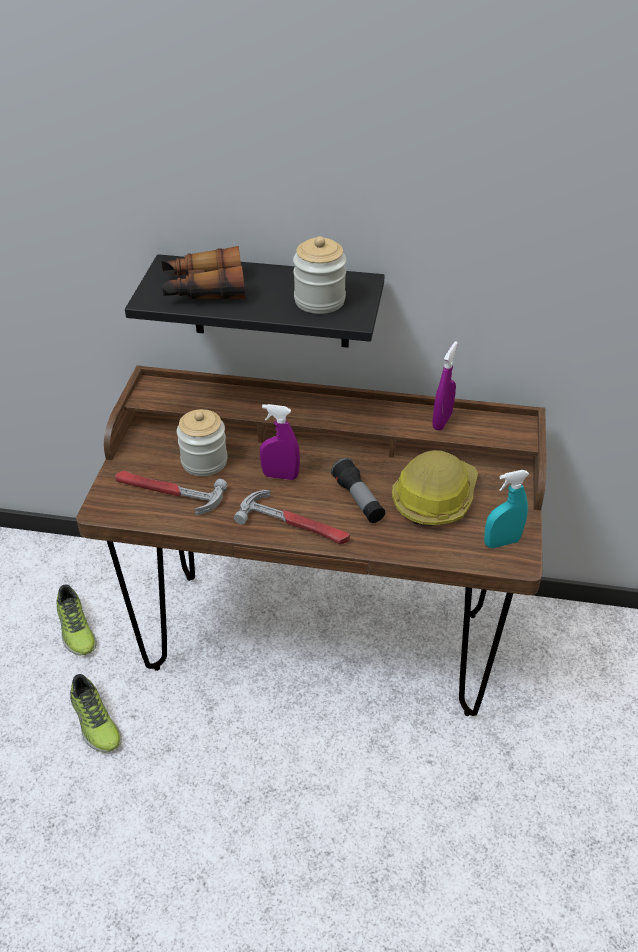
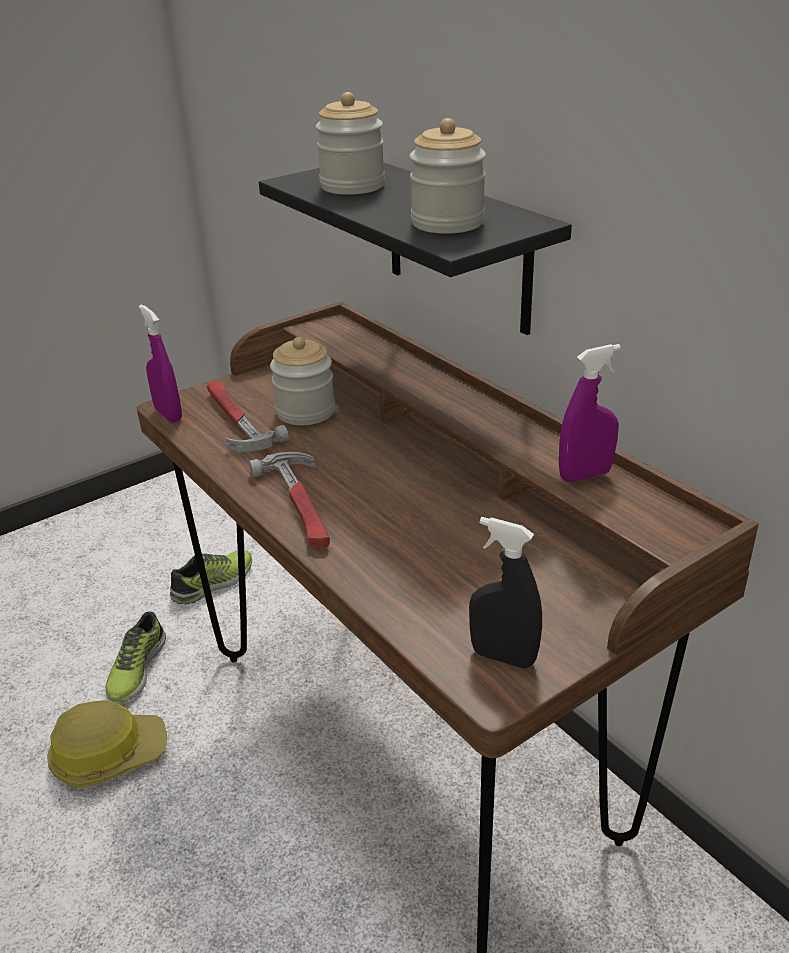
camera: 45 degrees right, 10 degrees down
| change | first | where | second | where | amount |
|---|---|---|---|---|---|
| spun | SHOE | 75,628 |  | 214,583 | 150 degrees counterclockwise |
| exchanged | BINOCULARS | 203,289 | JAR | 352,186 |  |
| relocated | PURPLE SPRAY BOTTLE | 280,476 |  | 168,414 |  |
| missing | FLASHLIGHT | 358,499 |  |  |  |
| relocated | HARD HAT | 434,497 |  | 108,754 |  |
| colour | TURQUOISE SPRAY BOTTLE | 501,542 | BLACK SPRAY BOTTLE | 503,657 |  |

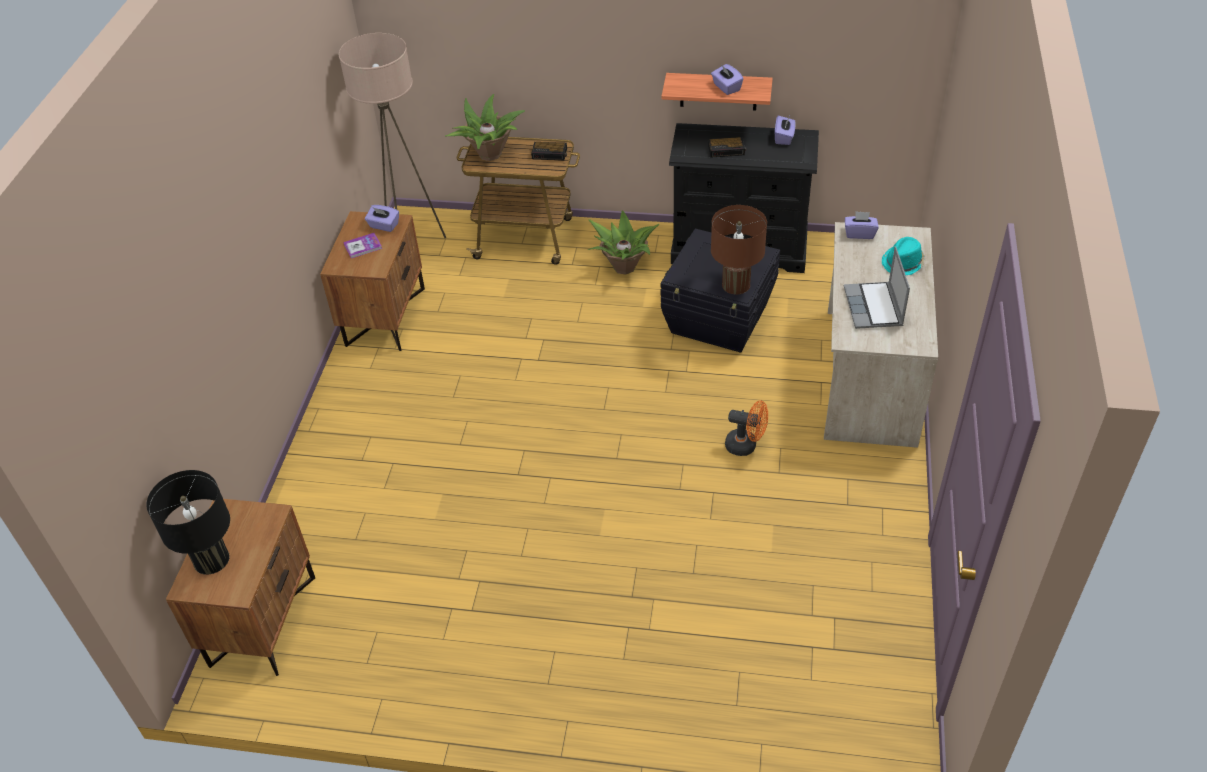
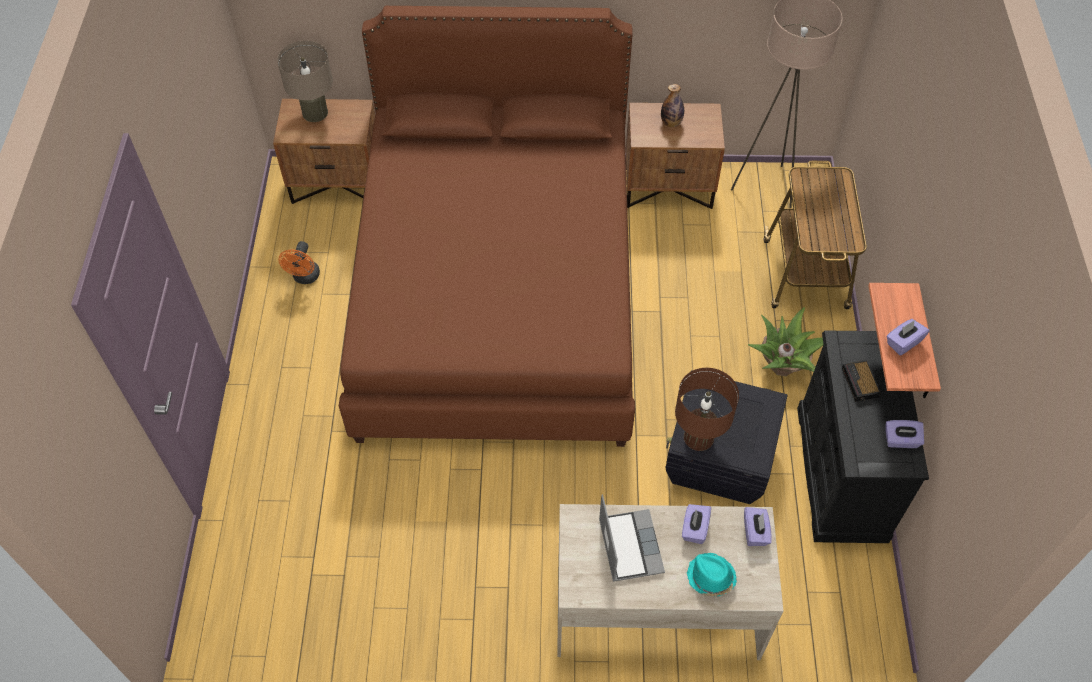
camera: 80 degrees right, 10 degrees up
| change | first | where | second | where | amount |
|---|---|---|---|---|---|
| colour | BLACK TABLE LAMP | 211,560 | BEIGE TABLE LAMP | 315,113 |  |
| exchanged | BOOK | 363,246 | BOTTLE | 671,123 |  |
| relocated | PURPLE TISSUE BOX | 384,226 |  | 694,529 |  |
| missing | POTTED PLANT | 490,154 |  |  |  |
| missing | ALARM CLOCK | 550,153 |  |  |  |
| relocated | ORANGE FAN | 746,446 |  | 305,278 |  |
| spun | LAPTOP | 874,307 |  | 629,545 | 90 degrees clockwise |
| appeared |  |  | BROWN BED | 497,293 |  |

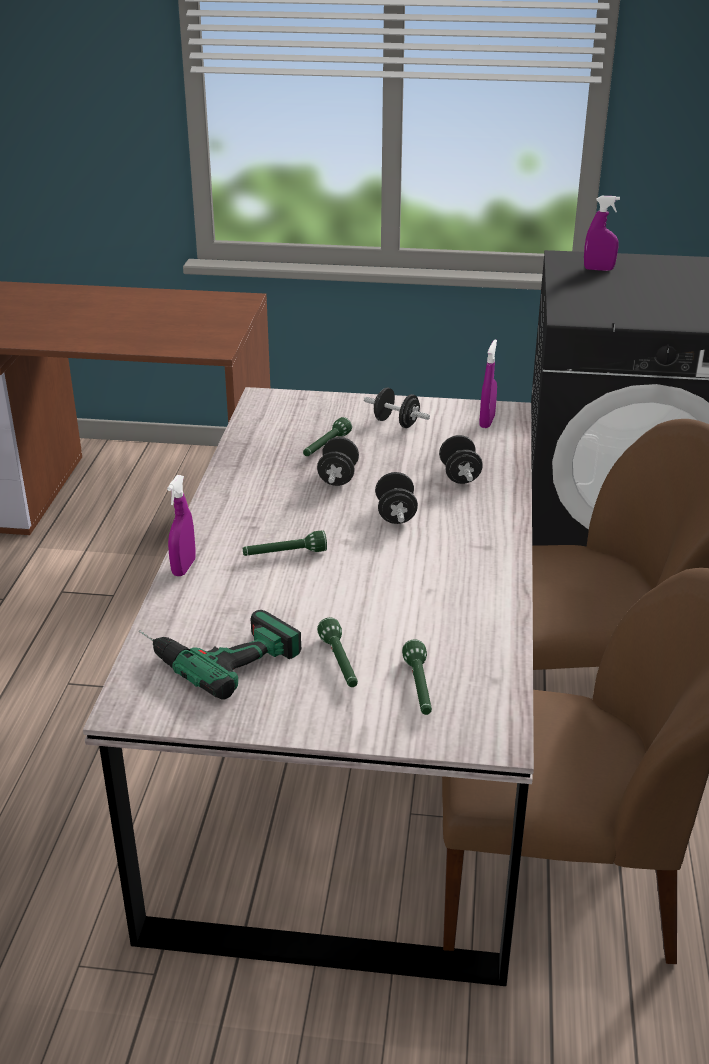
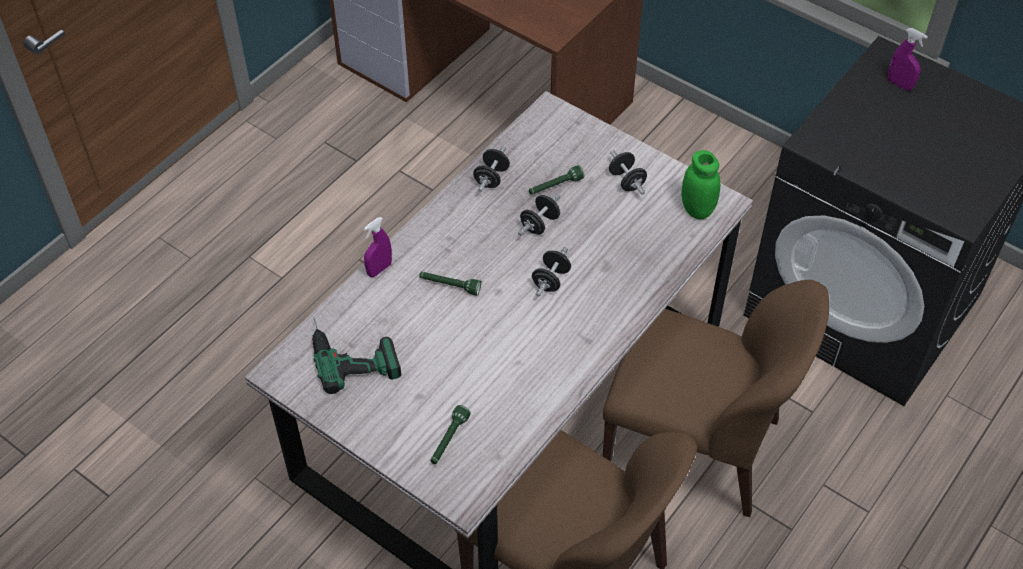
camera: 30 degrees right, 20 degrees up
| change | first | where | second | where | amount |
|---|---|---|---|---|---|
| missing | GREEN FLASHLIGHT | 340,663 |  |  |  |
| relocated | BLACK DUMBBELL | 459,475 |  | 491,178 |  |
| exchanged | PURPLE SPRAY BOTTLE | 487,422 | GREEN JAR | 697,209 |  |

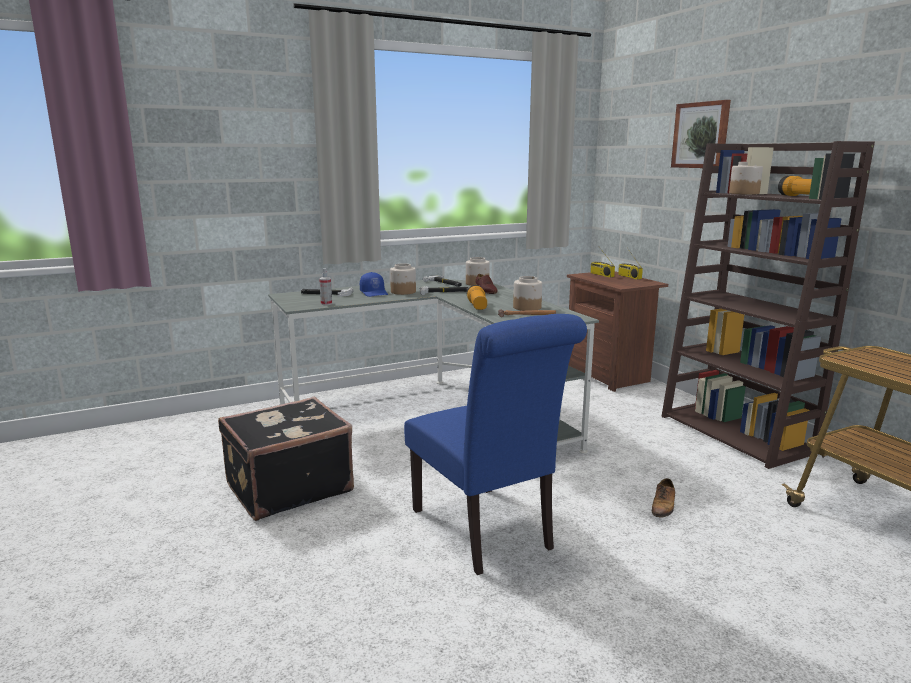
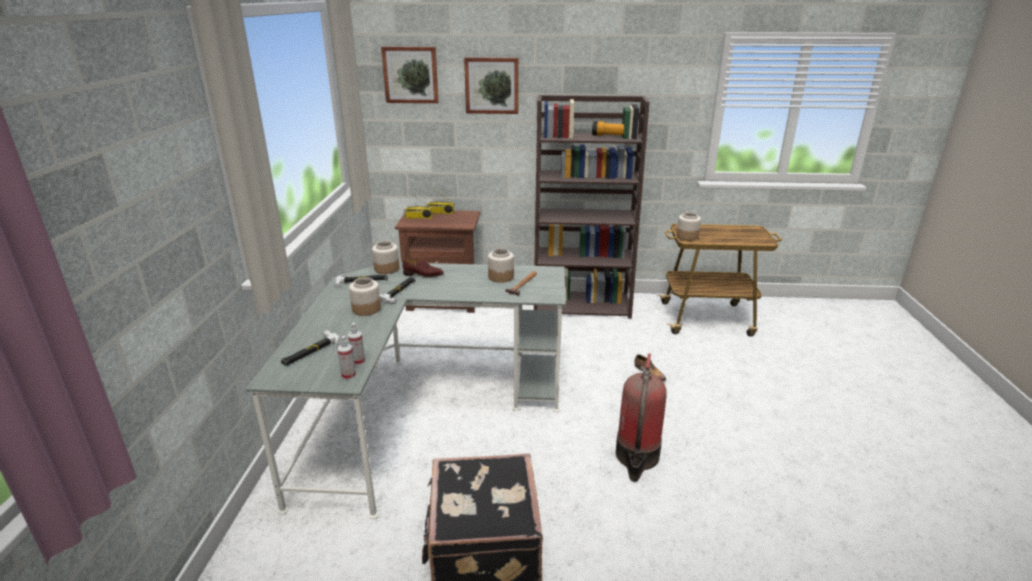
camera: 60 degrees left, 10 degrees up
| change | first | where | second | where | amount |
|---|---|---|---|---|---|
| missing | BLUE CAP | 374,293 |  |  |  |
| exchanged | BLUE CHAIR | 486,532 | FIRE EXTINGUISHER | 637,457 |  |
| missing | FLASHLIGHT | 477,307 |  |  |  |
| relocated | JAR | 743,193 |  | 687,236 |  |
| appeared |  |  | SPRAY BOTTLE | 348,375 |  |
| appeared |  |  | PICTURE | 411,74 |  |

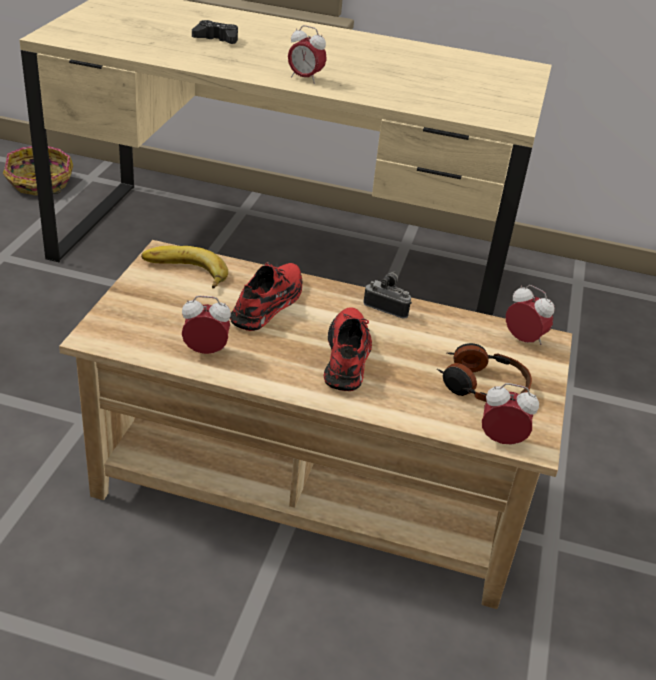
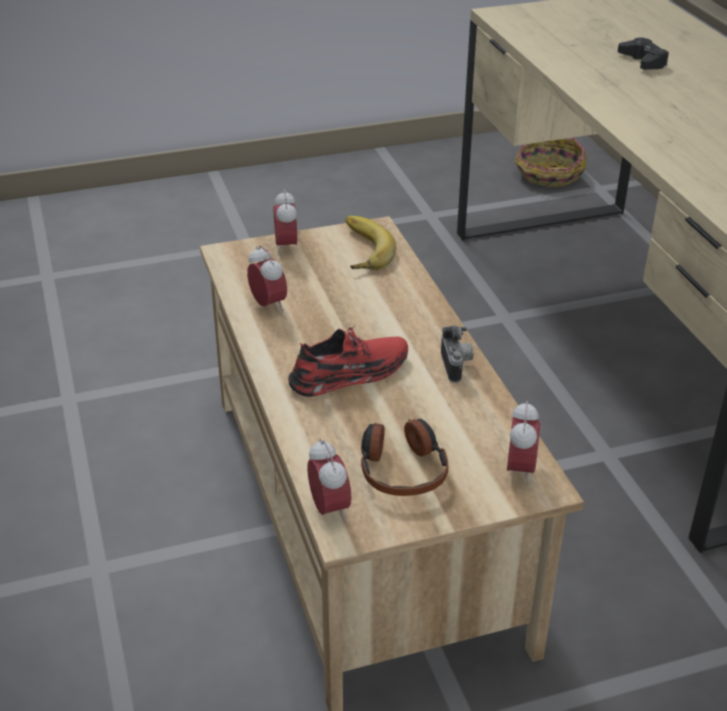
camera: 60 degrees right, 0 degrees up
| change | first | where | second | where | amount |
|---|---|---|---|---|---|
| missing | RED SHOE | 268,303 |  |  |  |
| relocated | ALARM CLOCK | 305,78 |  | 286,246 |  |

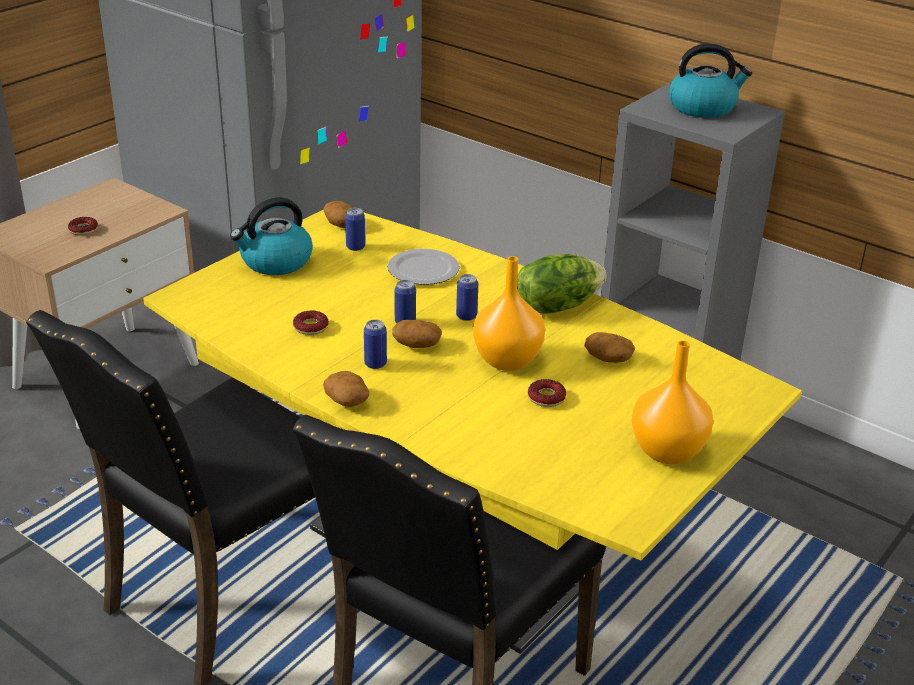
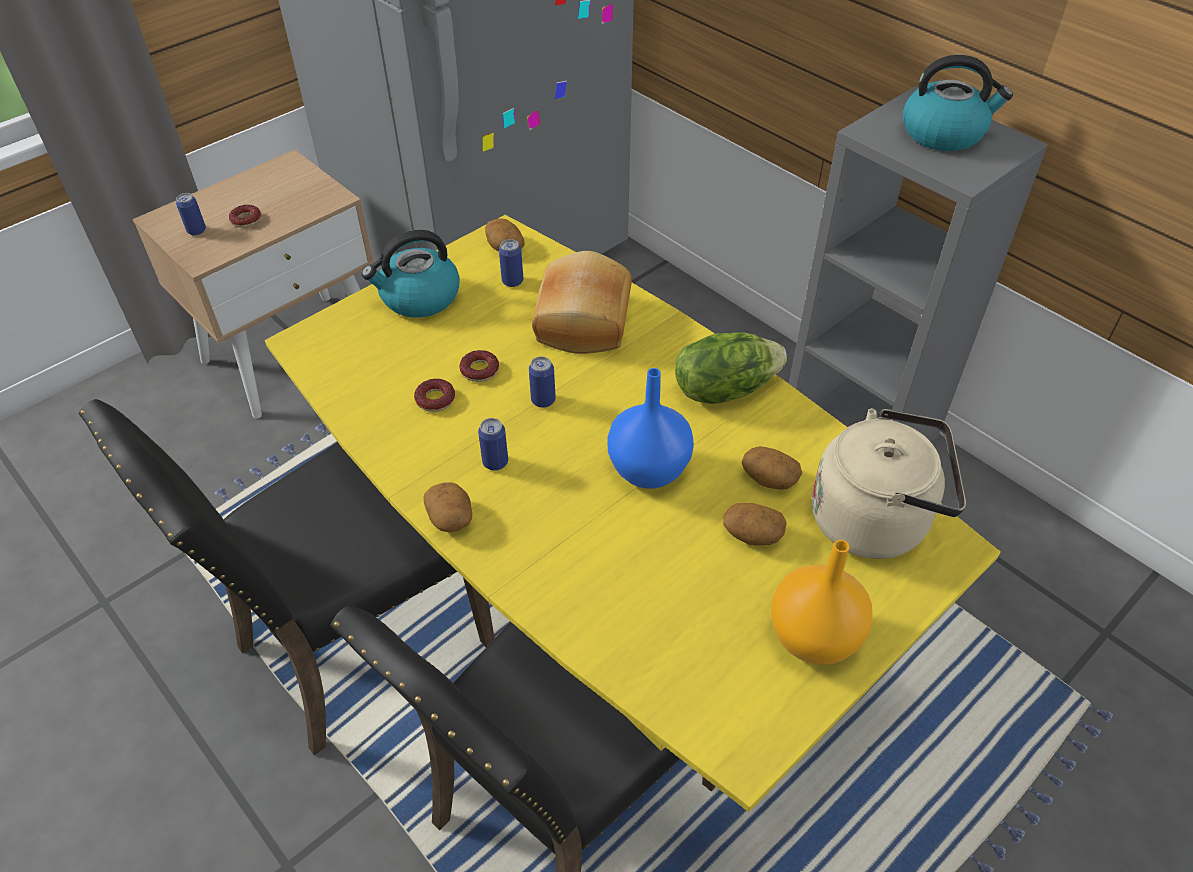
camera: 10 degrees right, 15 degrees up
| change | first | where | second | where | amount |
|---|---|---|---|---|---|
| exchanged | PLATE | 422,269 | BREAD | 580,321 |  |
| relocated | POTATO | 416,345 |  | 752,534 |  |
| relocated | CAN | 466,316 |  | 196,230 |  |
| colour | ORANGE VASE | 506,359 | BLUE VASE | 648,469 |  |
| relocated | DONUT | 546,398 |  | 480,370 |  |
| appeared |  |  | BEIGE KETTLE | 875,519 |  |

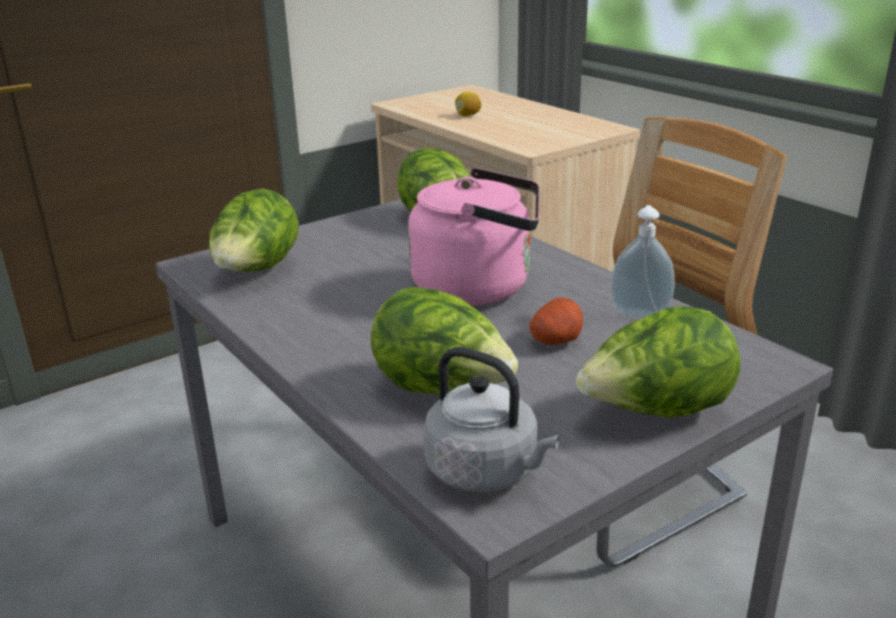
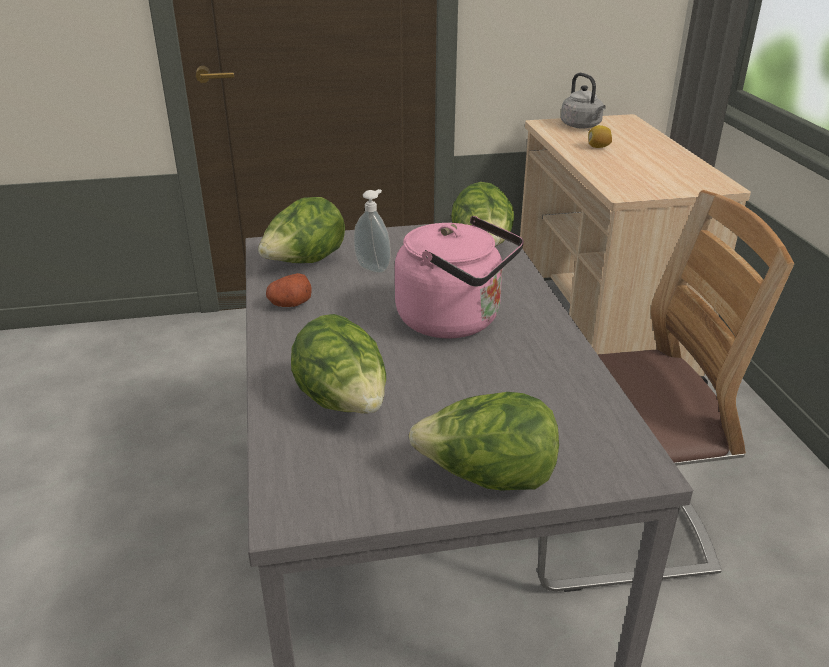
camera: 25 degrees right, 5 degrees up
| change | first | where | second | where | amount |
|---|---|---|---|---|---|
| relocated | GREY KETTLE | 487,472 |  | 582,126 |  |
| relocated | POTATO | 556,340 |  | 290,304 |  |
| relocated | SOAP DISPENSER | 639,313 |  | 374,268 |  |

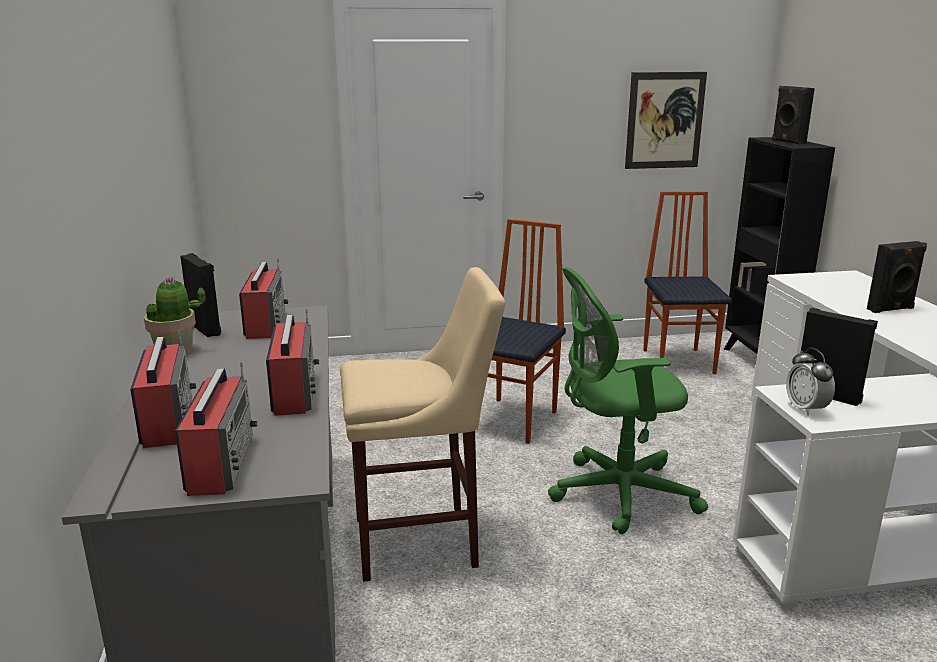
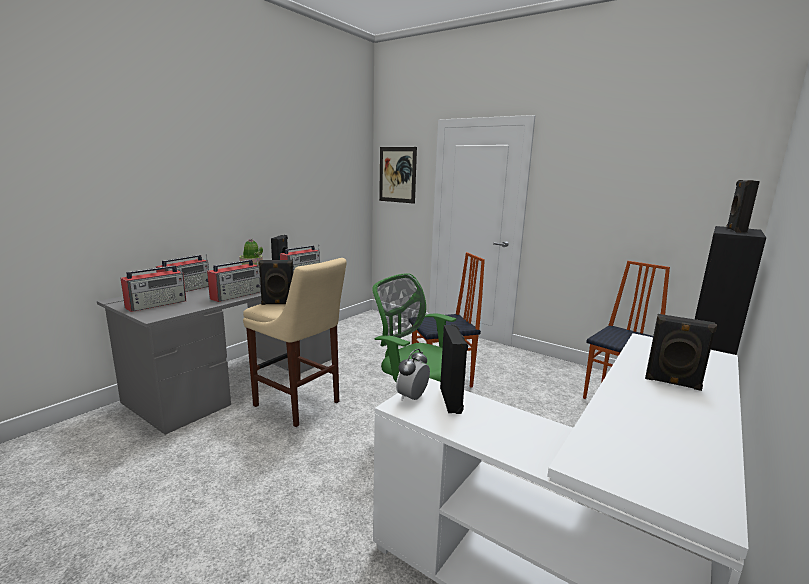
camera: 45 degrees right, 5 degrees down
| change | first | where | second | where | amount |
|---|---|---|---|---|---|
| relocated | PICTURE | 665,120 |  | 397,174 |  |
| appeared |  |  | BLACK SPEAKER | 278,304 |  |

